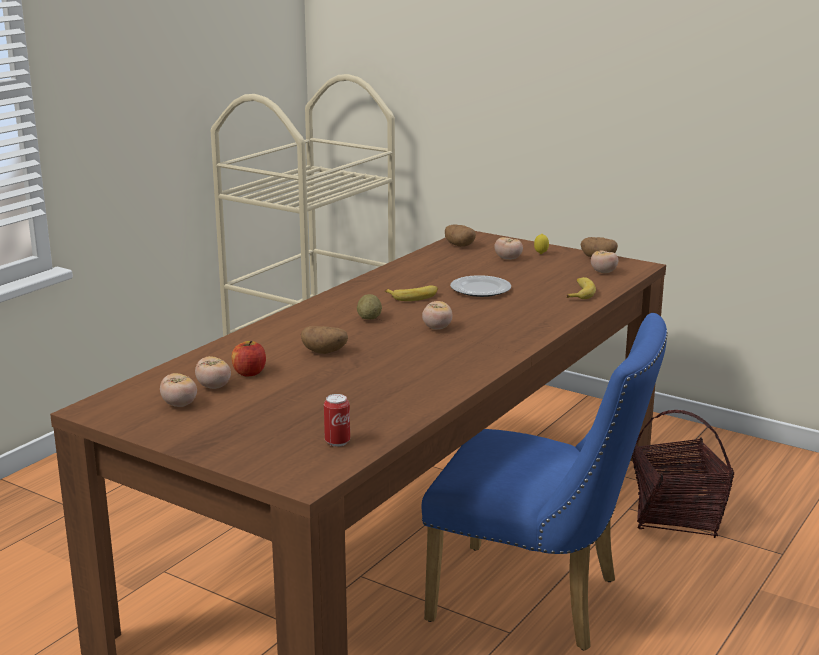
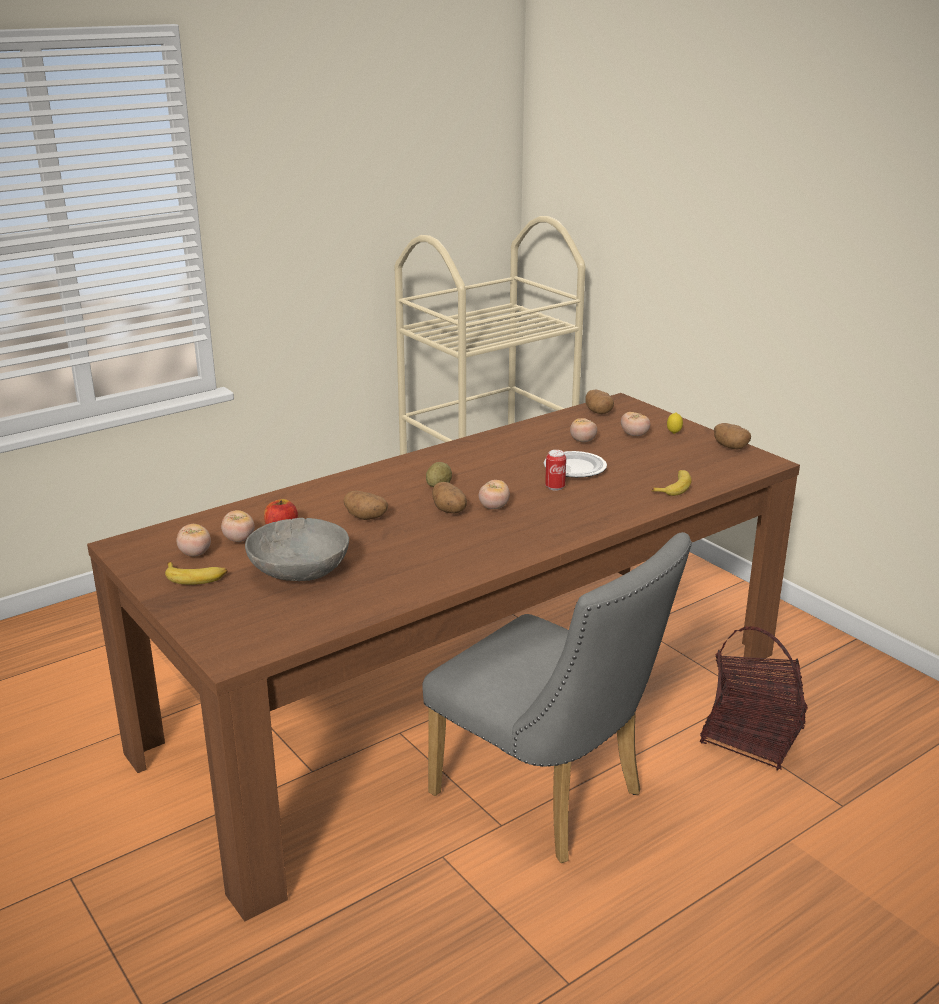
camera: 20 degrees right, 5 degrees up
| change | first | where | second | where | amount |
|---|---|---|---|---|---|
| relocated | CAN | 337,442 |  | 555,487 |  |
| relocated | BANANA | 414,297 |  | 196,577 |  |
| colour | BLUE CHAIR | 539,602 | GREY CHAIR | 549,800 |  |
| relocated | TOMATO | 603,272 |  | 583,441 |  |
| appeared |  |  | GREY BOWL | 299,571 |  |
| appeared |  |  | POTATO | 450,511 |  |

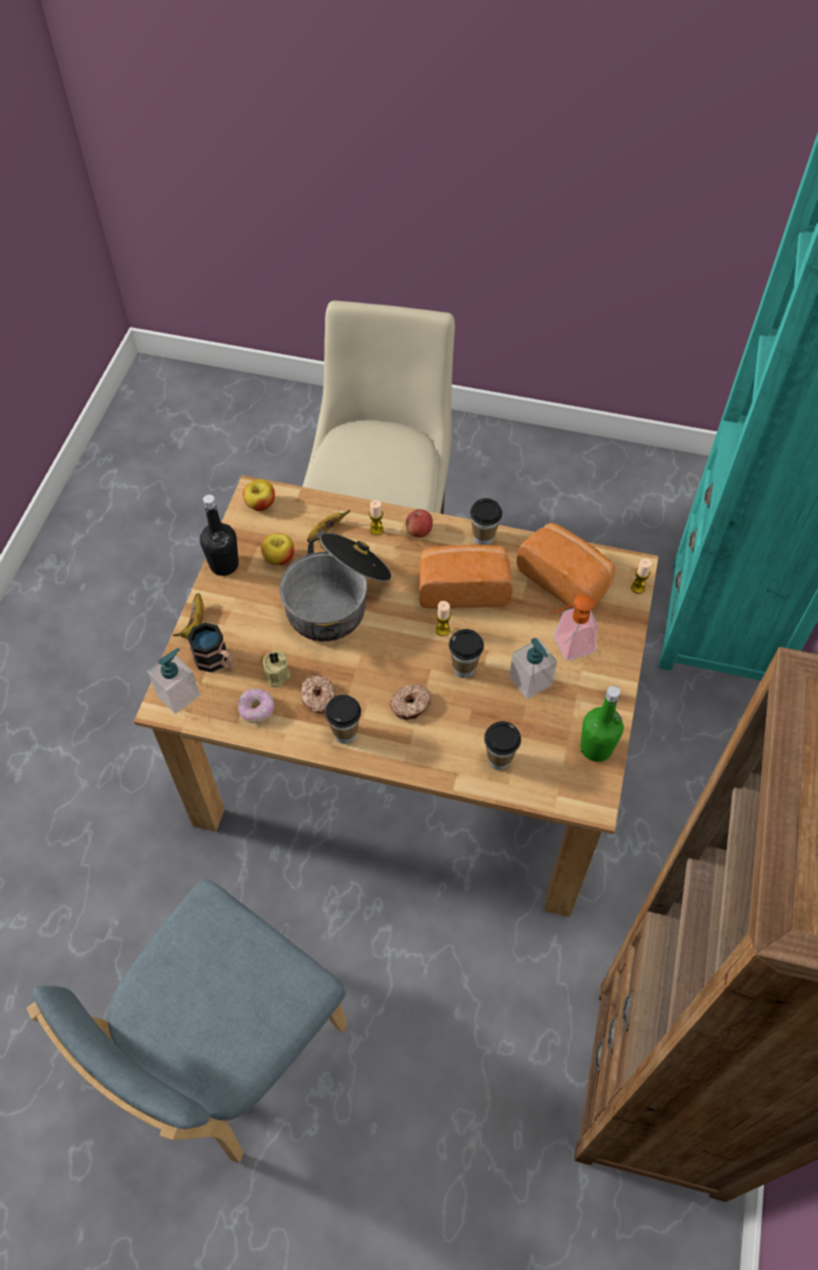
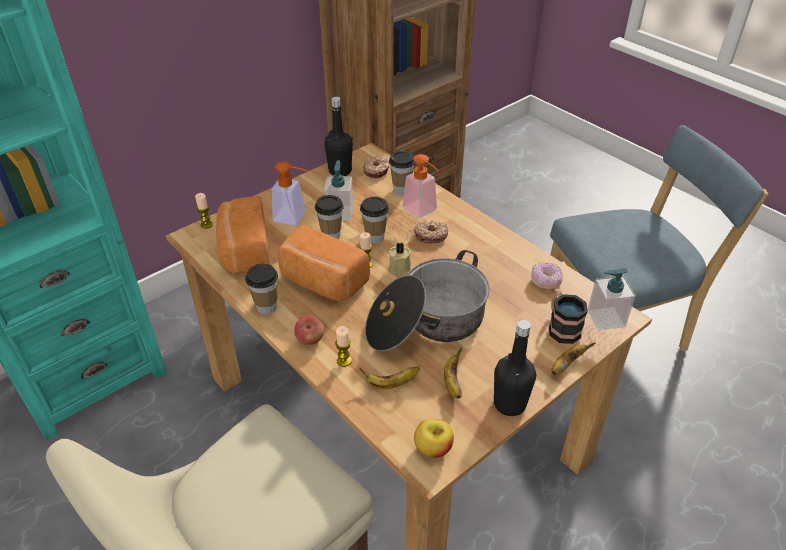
camera: 145 degrees left, 15 degrees down
| change | first | where | second | where | amount |
|---|---|---|---|---|---|
| exchanged | APPLE | 279,558 | BANANA | 452,382 |  |
| relocated | BEIGE CANDLE | 276,675 |  | 401,267 |  |
| relocated | DONUT | 318,698 |  | 377,171 |  |
| relocated | CUP | 345,733 |  | 331,236 |  |
| colour | GREEN BOTTLE | 596,748 | BLACK BOTTLE | 340,171 |  |
| appeared |  |  | SOAP DISPENSER | 423,212 |  |

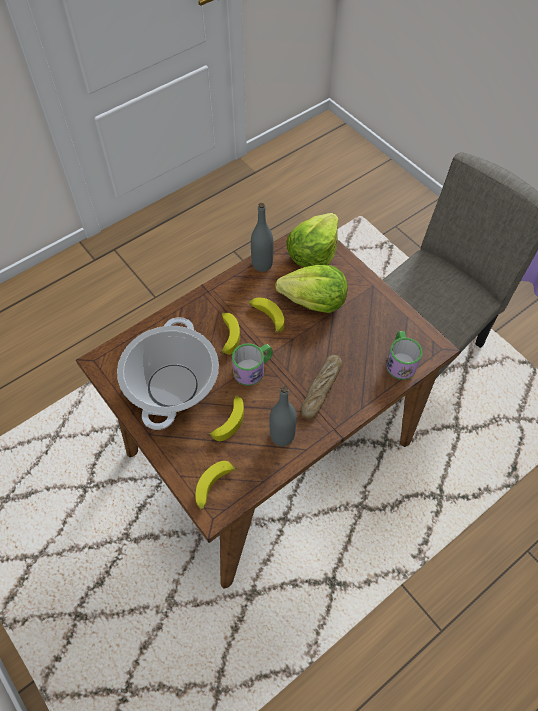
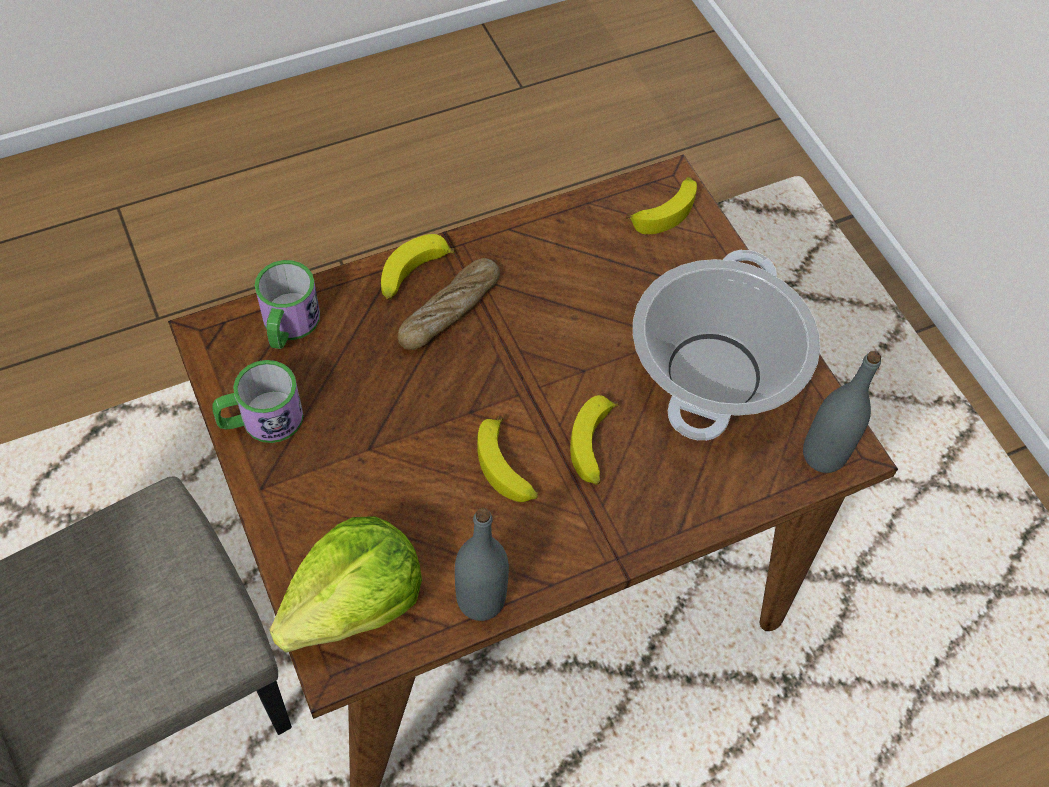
camera: 170 degrees left, 0 degrees up
| change | first | where | second | where | amount |
|---|---|---|---|---|---|
| relocated | BANANA | 229,420 |  | 413,275 |  |
| relocated | MUG | 253,369 |  | 261,420 |  |
| relocated | GREY BOTTLE | 282,435 |  | 823,455 |  |
| missing | LETTUCE | 314,301 |  |  |  |

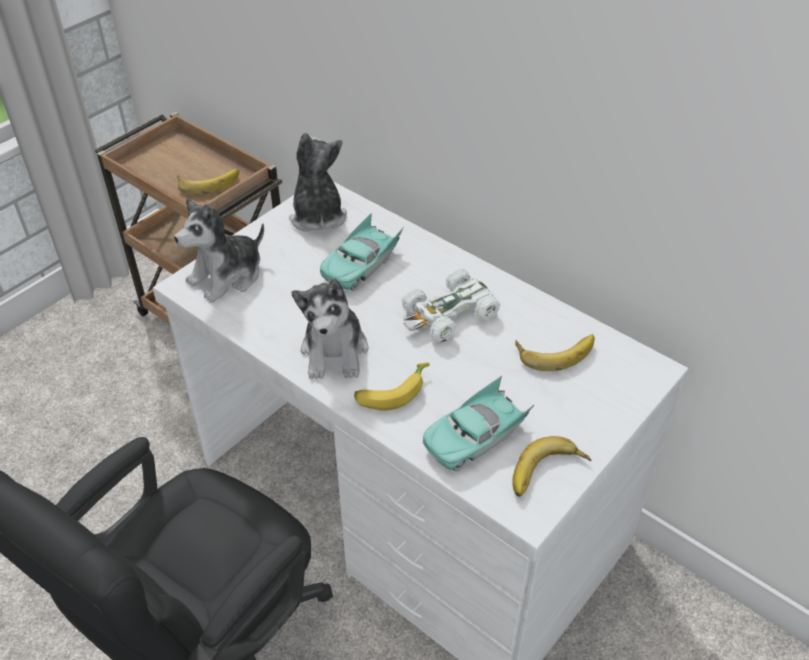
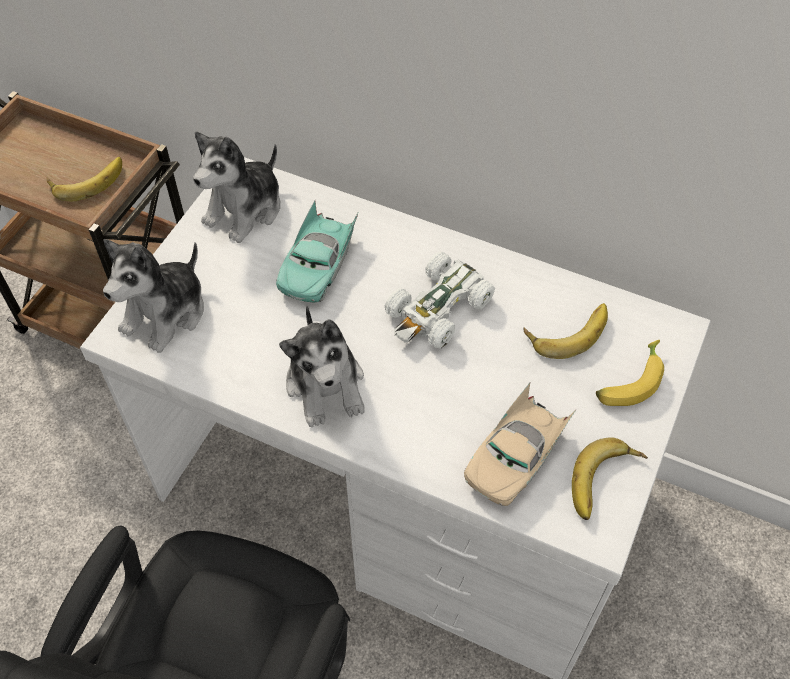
camera: 15 degrees left, 10 degrees up
| change | first | where | second | where | amount |
|---|---|---|---|---|---|
| spun | PLUSH TOY | 317,216 |  | 245,209 | 120 degrees counterclockwise |
| relocated | BANANA | 392,391 |  | 629,380 |  |
| colour | TURQUOISE TOY CAR | 475,436 | BEIGE TOY CAR | 515,457 |  |

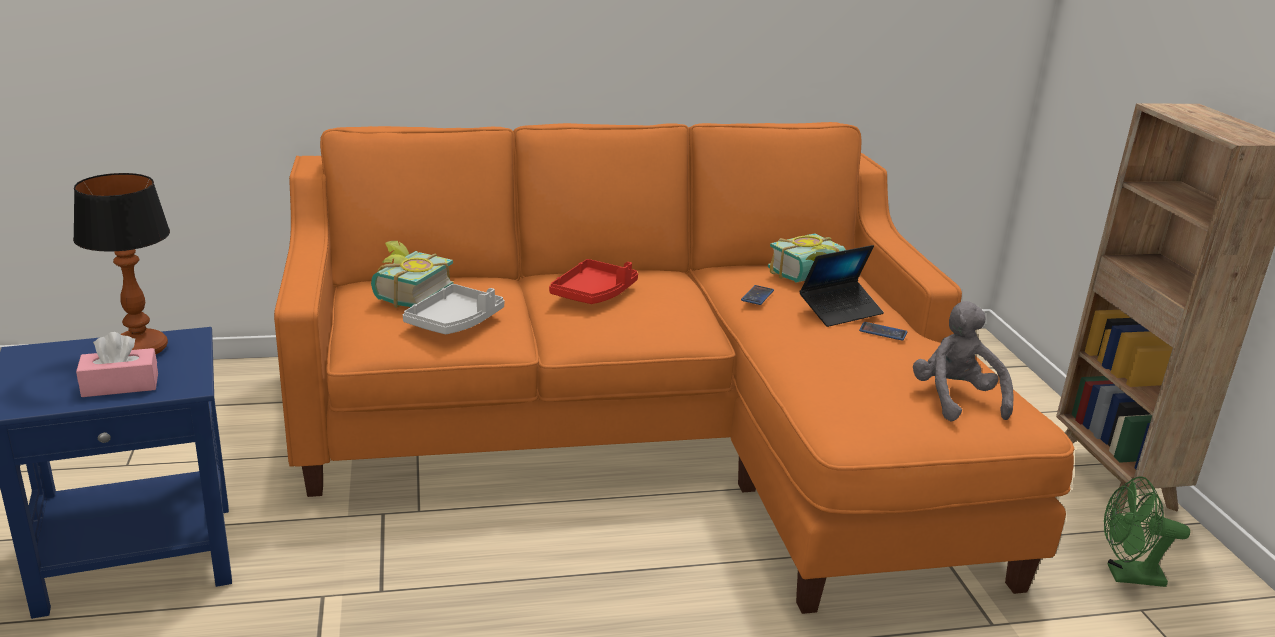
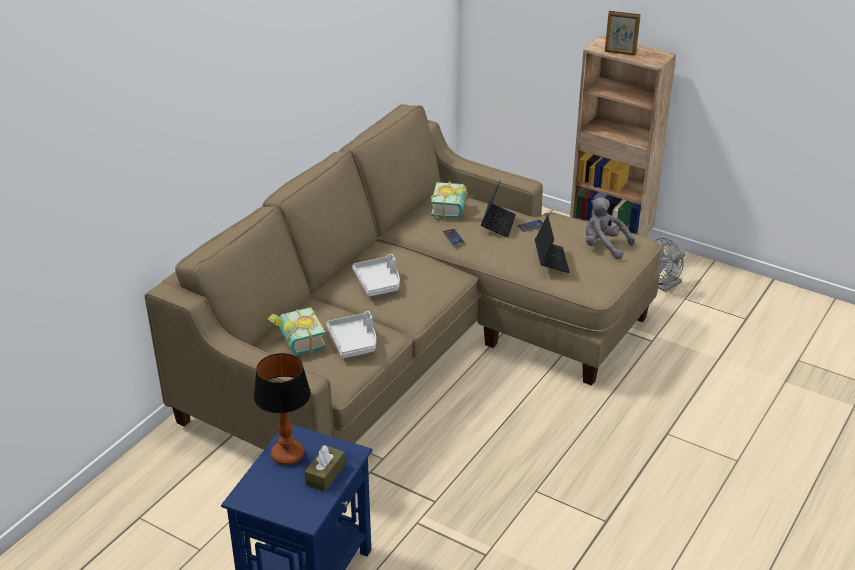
camera: 45 degrees left, 10 degrees up
| change | first | where | second | where | amount |
|---|---|---|---|---|---|
| colour | PINK TISSUE BOX | 120,385 | BROWN TISSUE BOX | 325,474 |  |
| colour | ORANGE SOFA | 656,433 | BEIGE SOFA | 412,344 |  |
| colour | RED TRAY | 594,293 | GREY TRAY | 378,282 |  |
| colour | GREEN FAN | 1127,576 | GREY FAN | 665,286 |  |
| appeared |  |  | LAPTOP | 551,260 |  |
| appeared |  |  | PICTURE FRAME | 620,53 |  |

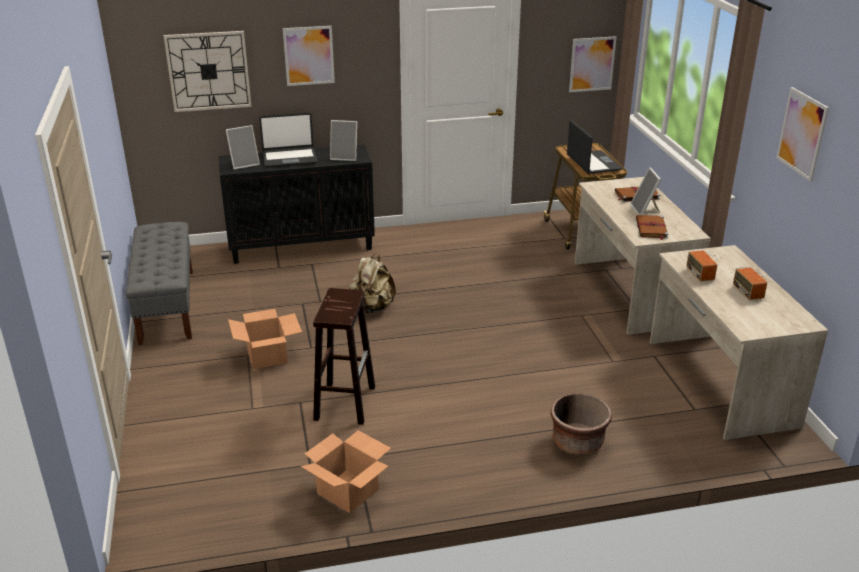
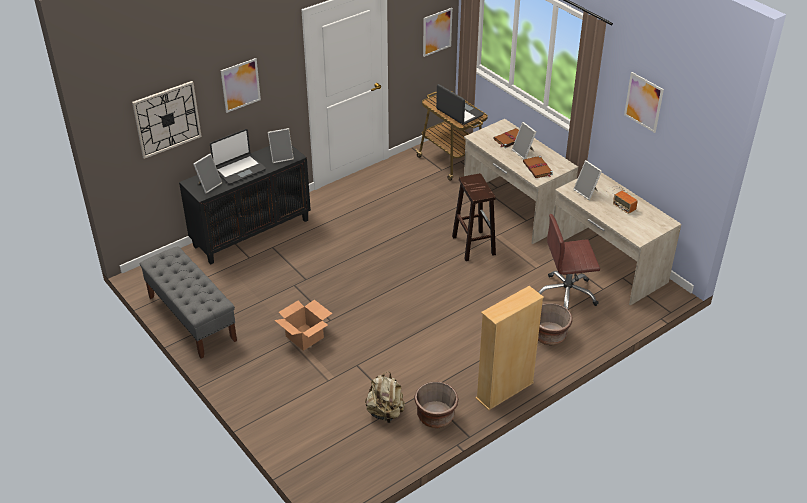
camera: 25 degrees left, 10 degrees up
| change | first | where | second | where | amount |
|---|---|---|---|---|---|
| exchanged | CARDBOARD BOX | 347,491 | BROWN PLANTER | 435,416 |  |
| relocated | BROWN STOOL | 345,402 |  | 473,245 |  |
| relocated | BEIGE BACKPACK | 372,307 |  | 385,412 |  |
| exchanged | RADIO | 703,265 | PICTURE FRAME | 587,192 |  |
| appeared |  |  | BEIGE BOOKCASE | 504,391 |  |
| appeared |  |  | BROWN OFFICE CHAIR | 566,295 |  |

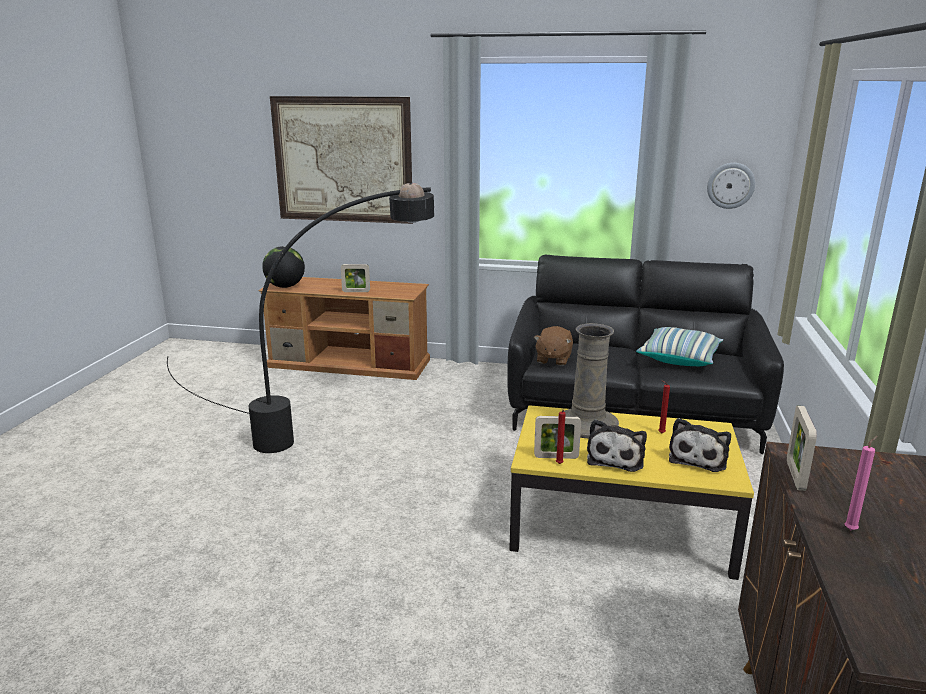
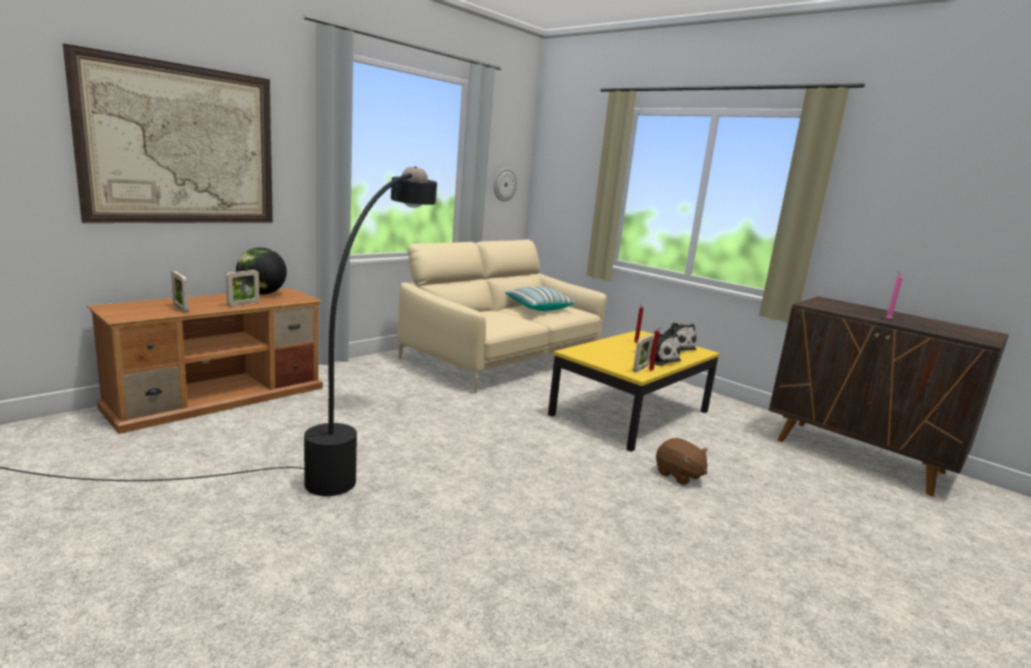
camera: 60 degrees left, 5 degrees down
| change | first | where | second | where | amount |
|---|---|---|---|---|---|
| relocated | GLOBE | 285,286 |  | 262,293 |  |
| colour | BLACK SOFA | 632,411 | BEIGE SOFA | 503,358 |  |
| relocated | BROWN PLUSH TOY | 553,359 |  | 678,475 |  |
| missing | BEIGE VASE | 586,424 |  |  |  |
| relocated | PICTURE FRAME | 795,475 |  | 181,308 |  |

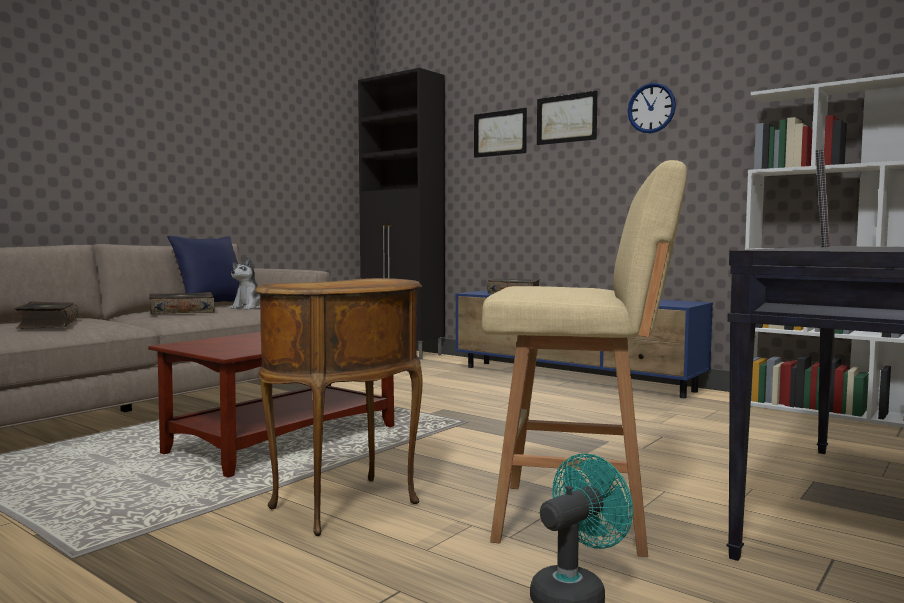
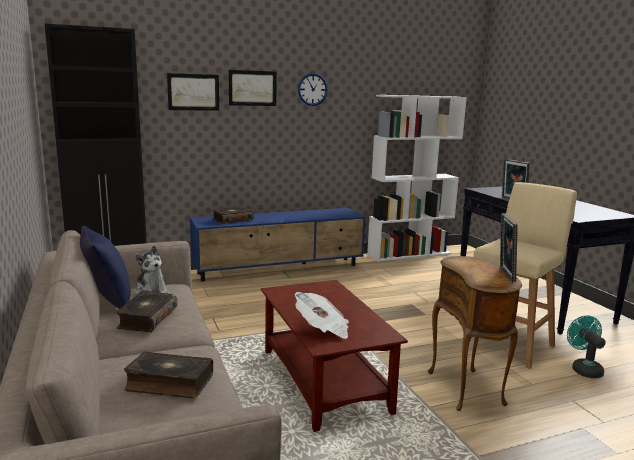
camera: 60 degrees left, 10 degrees up
| change | first | where | second | where | amount |
|---|---|---|---|---|---|
| appeared |  |  | NEWSPAPER | 322,329 |  |
| appeared |  |  | PICTURE FRAME | 504,274 |  |

